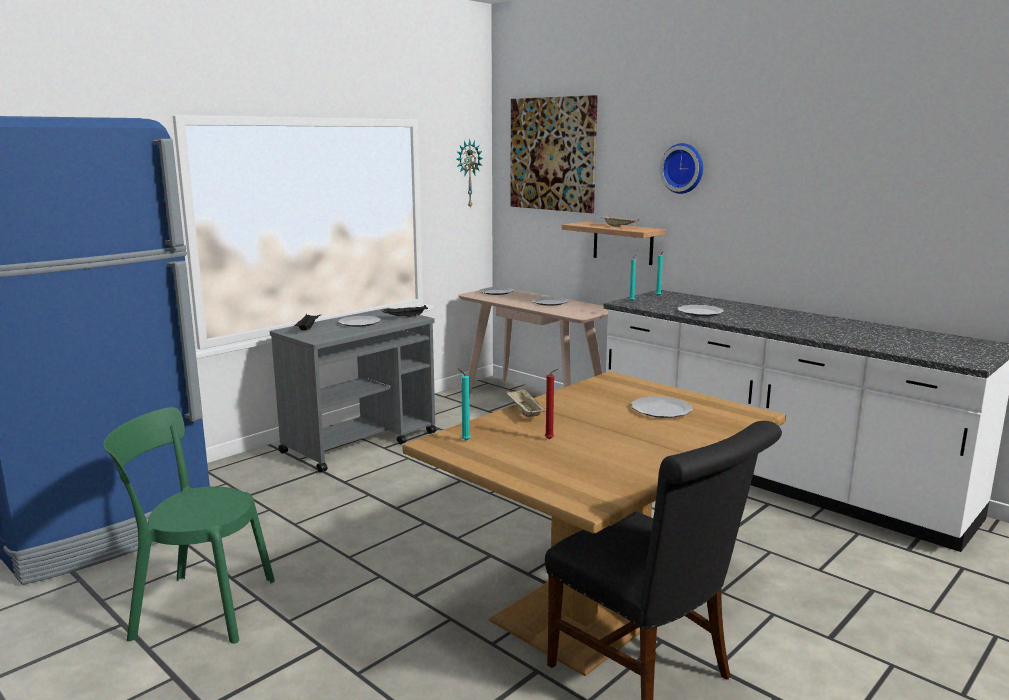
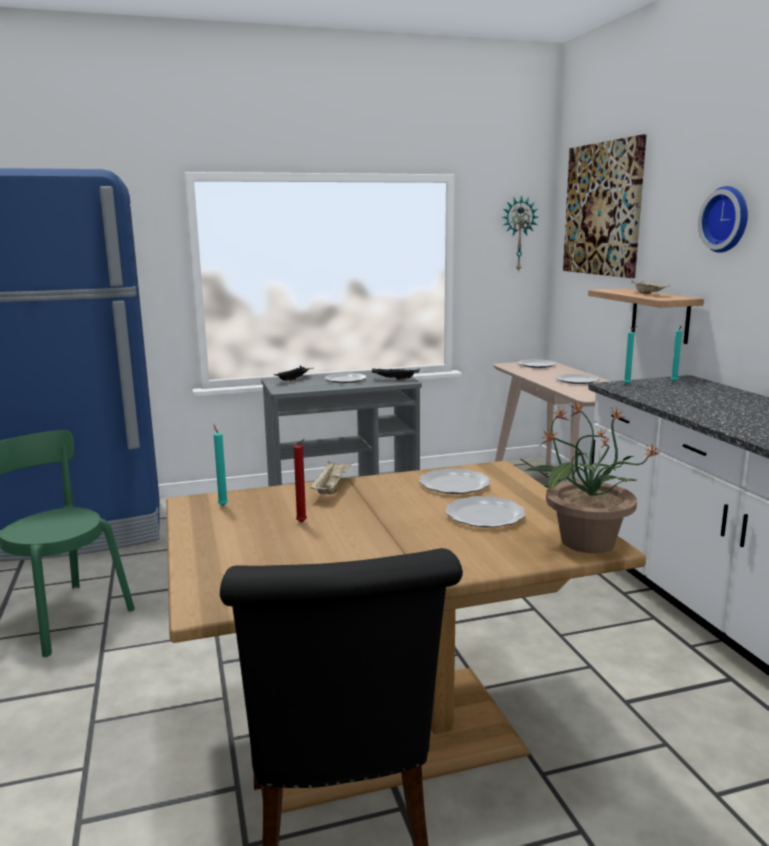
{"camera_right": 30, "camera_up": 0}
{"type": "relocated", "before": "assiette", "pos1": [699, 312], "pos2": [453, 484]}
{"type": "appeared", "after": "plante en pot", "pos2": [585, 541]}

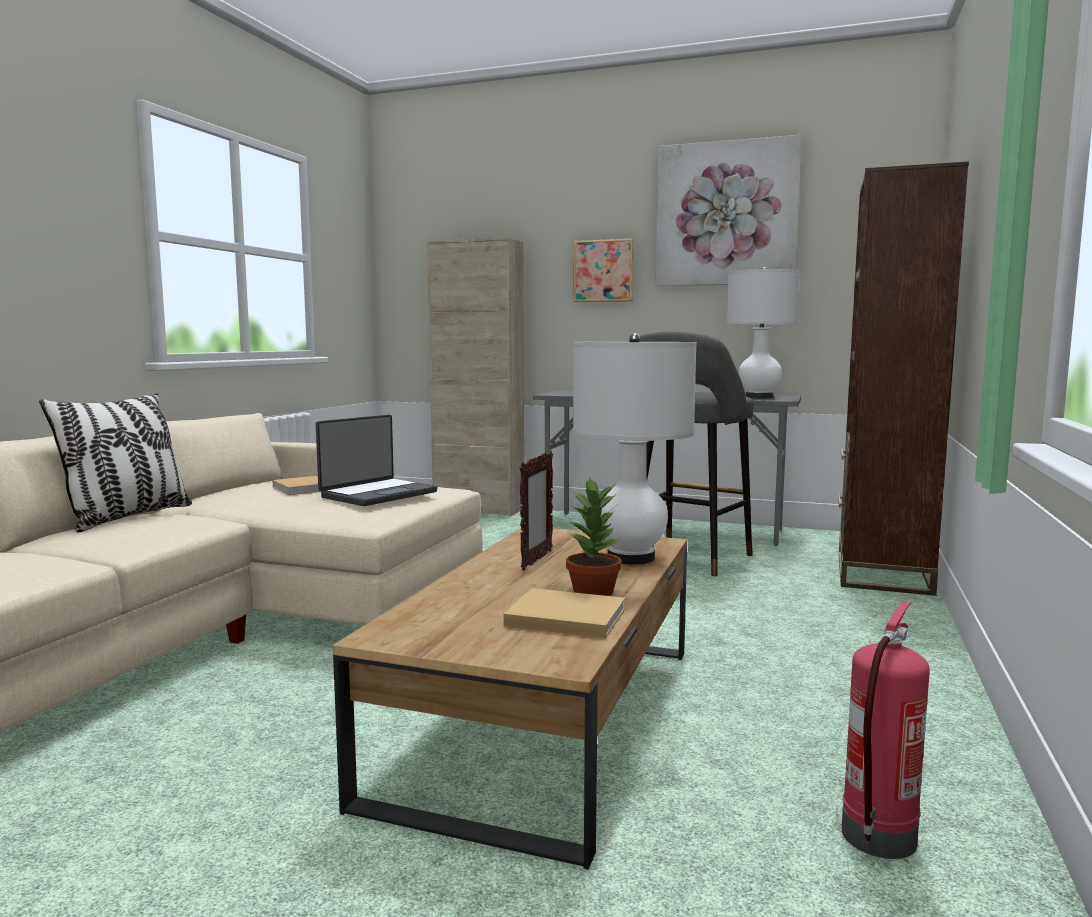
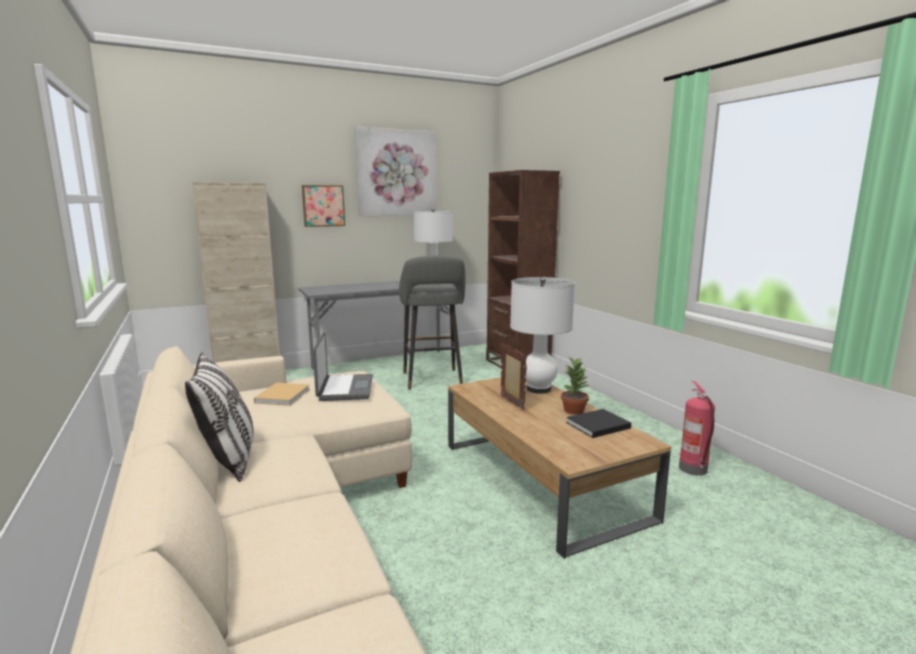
{"camera_right": -45, "camera_up": 5}
{"type": "colour", "before": "livre [beige]", "after": "livre [noir]", "pos1": [562, 617], "pos2": [596, 425]}

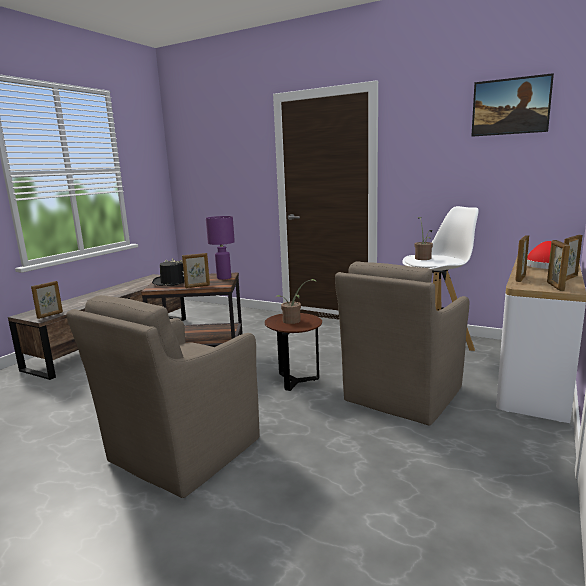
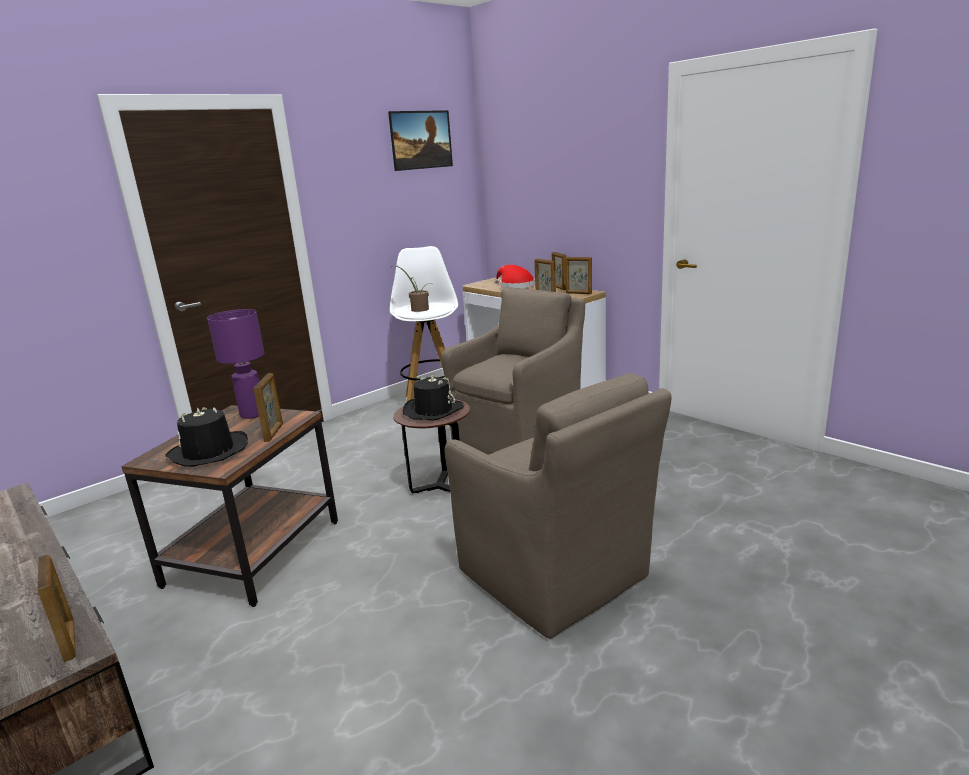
{"camera_right": -70, "camera_up": 5}
{"type": "spun", "before": "fauteuil [marron]", "pos1": [401, 396], "pos2": [519, 438], "turn": -105}
{"type": "exchanged", "before": "plante en pot", "after": "chapeau [noir]", "pos1": [294, 321], "pos2": [433, 410]}

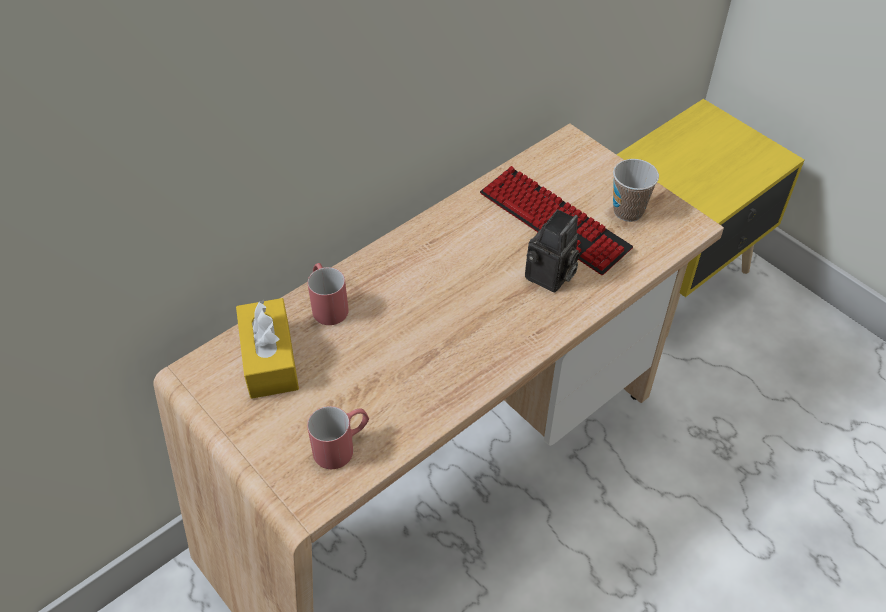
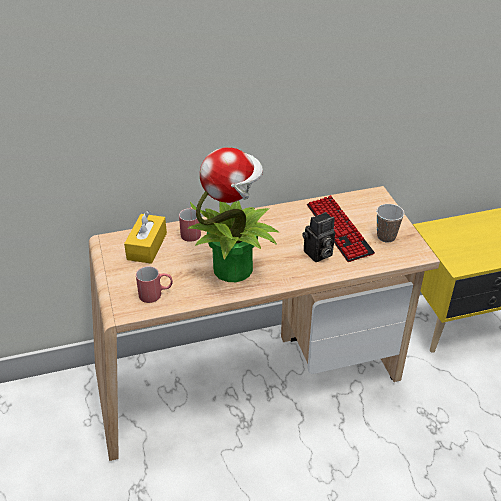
{"camera_right": 25, "camera_up": -10}
{"type": "appeared", "after": "plante en pot", "pos2": [234, 268]}

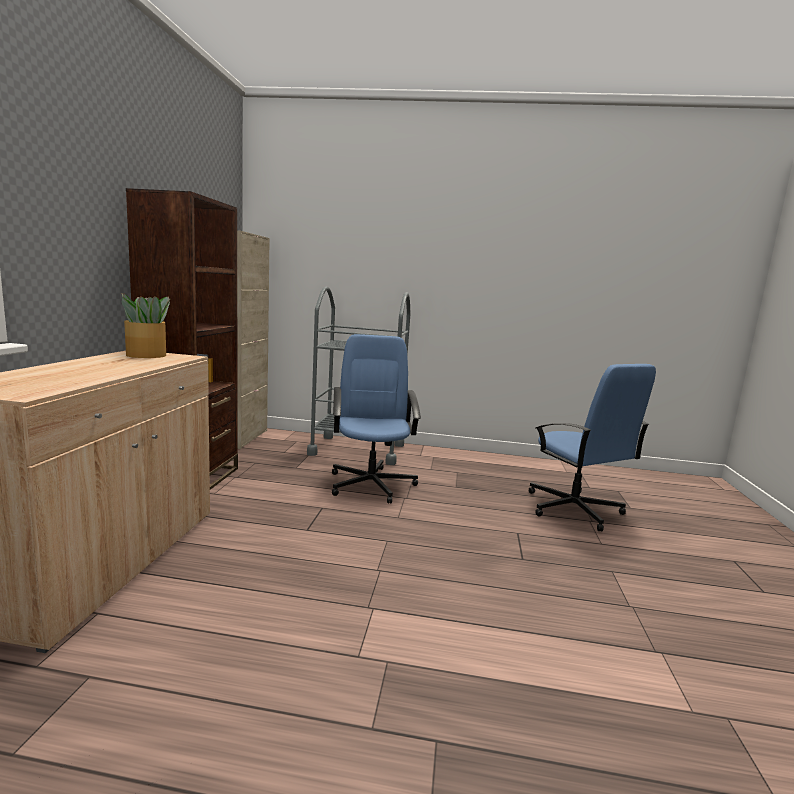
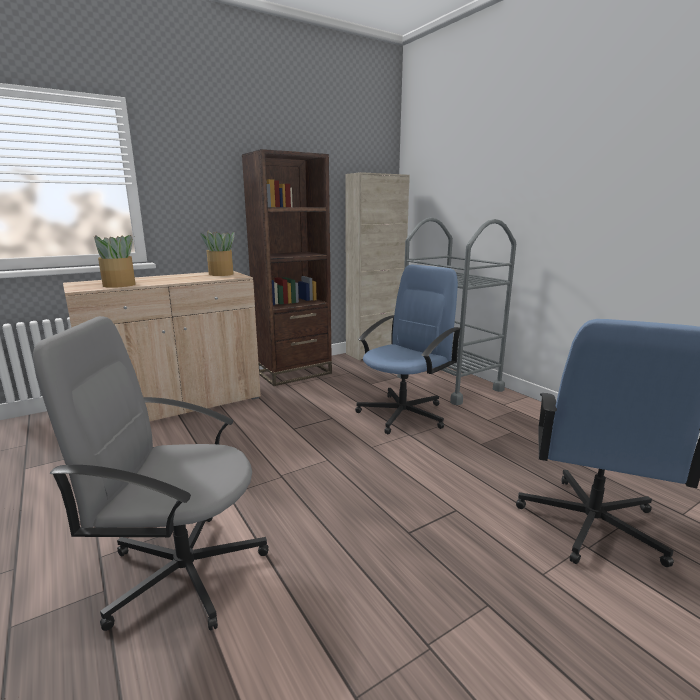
{"camera_right": 50, "camera_up": 5}
{"type": "appeared", "after": "plante en pot", "pos2": [120, 285]}
{"type": "appeared", "after": "chaise de bureau [gris]", "pos2": [182, 570]}

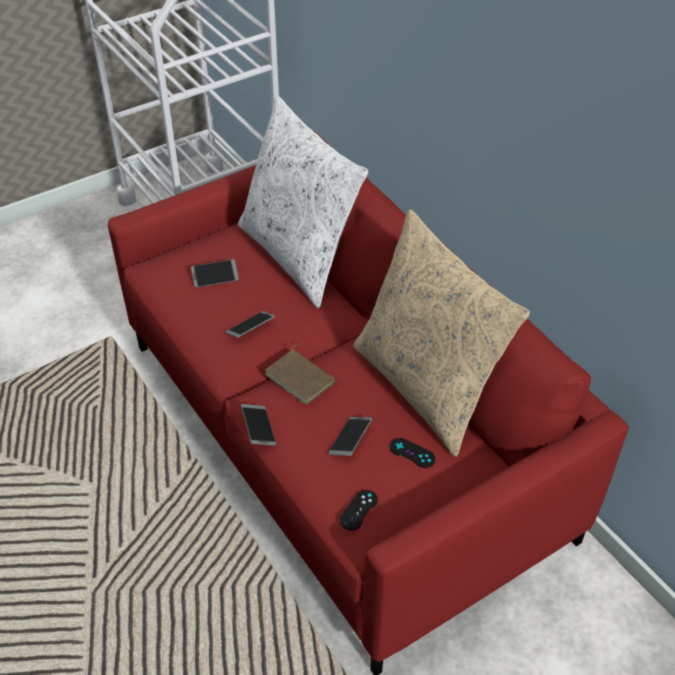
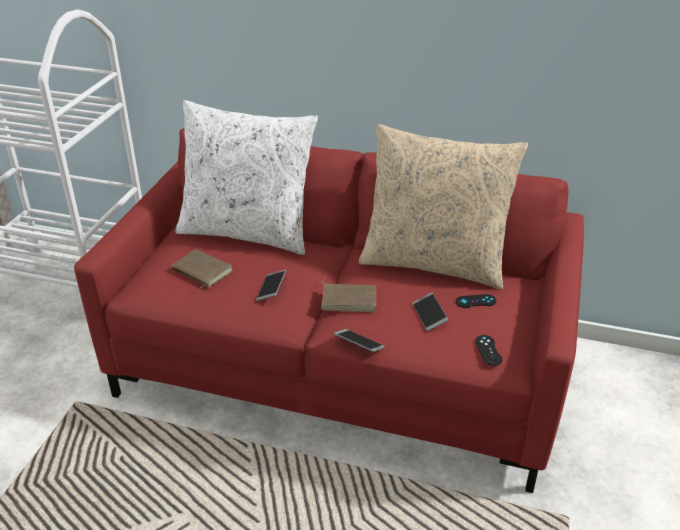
{"camera_right": -40, "camera_up": -10}
{"type": "exchanged", "before": "téléphone", "after": "livre [marron]", "pos1": [215, 277], "pos2": [200, 272]}

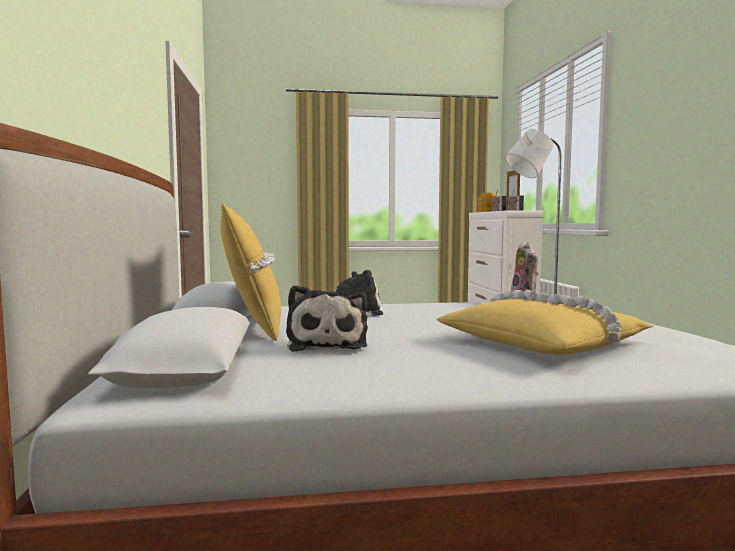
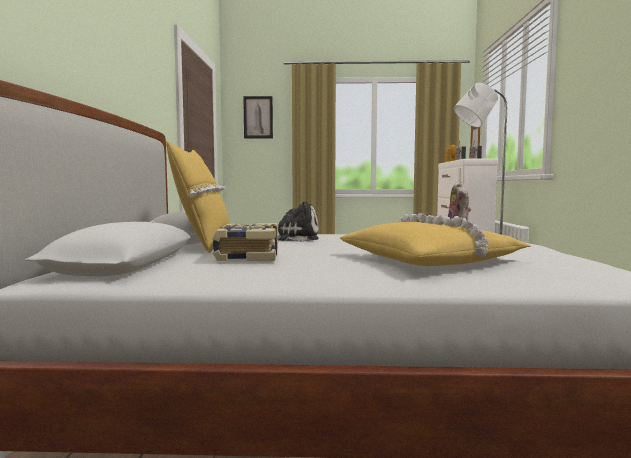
{"camera_right": 10, "camera_up": 0}
{"type": "exchanged", "before": "peluche", "after": "livre", "pos1": [327, 344], "pos2": [246, 256]}
{"type": "appeared", "after": "tableau", "pos2": [258, 117]}

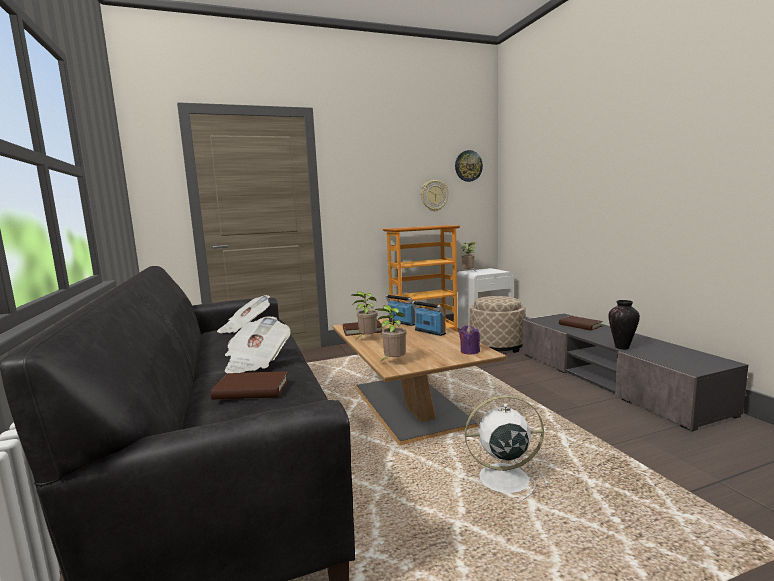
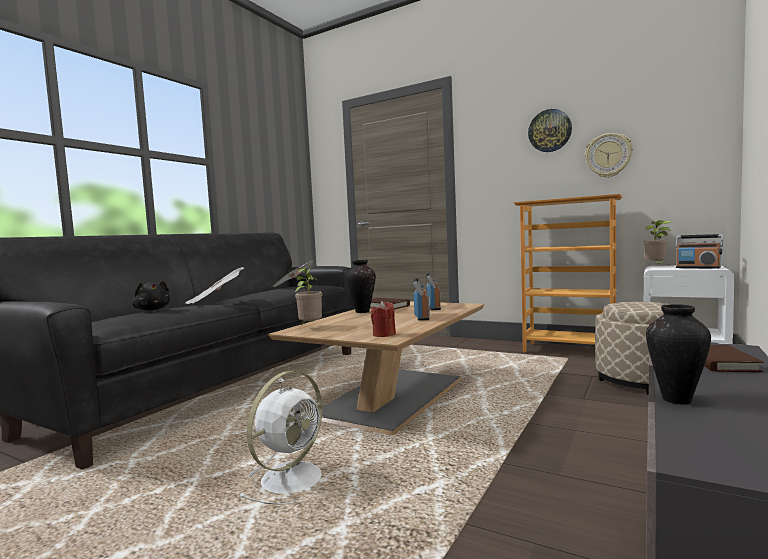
{"camera_right": 50, "camera_up": -5}
{"type": "relocated", "before": "horloge murale", "pos1": [468, 166], "pos2": [549, 131]}
{"type": "exchanged", "before": "plante en pot", "after": "vase", "pos1": [366, 339], "pos2": [362, 312]}
{"type": "colour", "before": "bougie [violet]", "after": "bougie [rouge]", "pos1": [469, 351], "pos2": [384, 334]}
{"type": "exchanged", "before": "livre [marron]", "after": "peluche [noir]", "pos1": [252, 390], "pos2": [152, 310]}
{"type": "spun", "before": "ventilateur [blanc]", "pos1": [501, 479], "pos2": [294, 477], "turn": 75}
{"type": "appeared", "after": "radio", "pos2": [697, 268]}

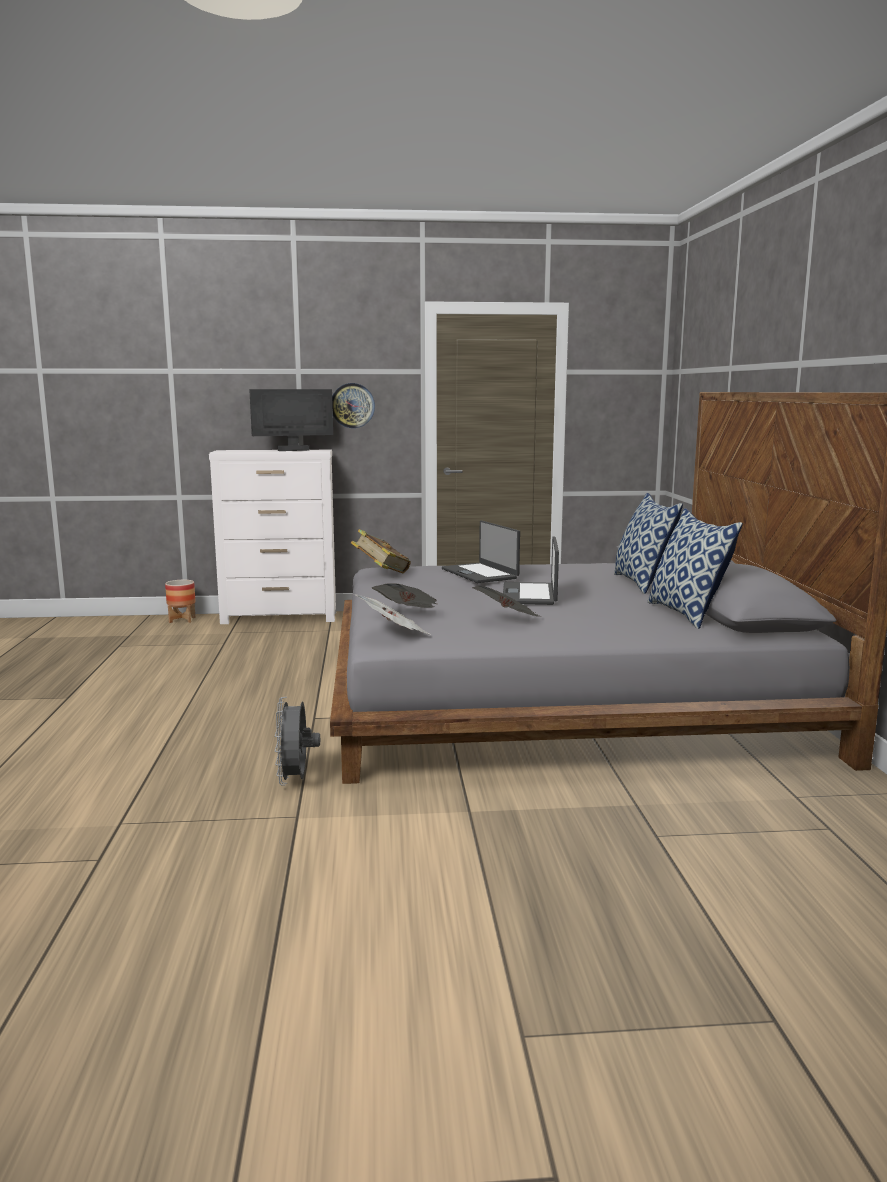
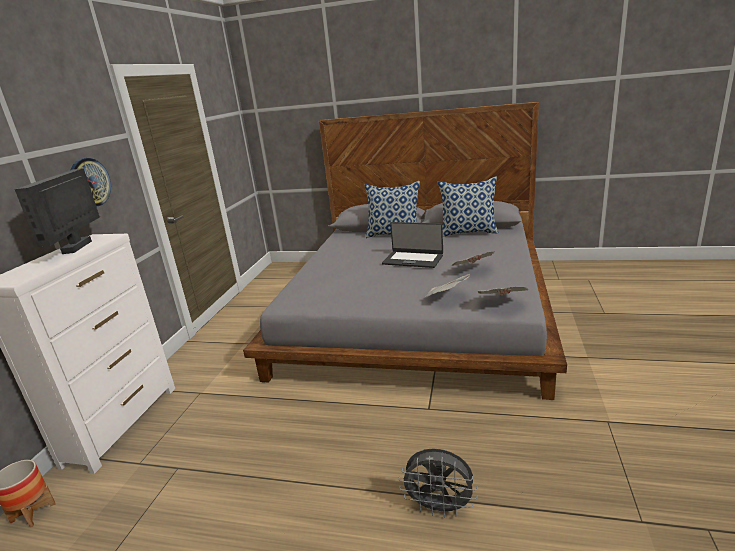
{"camera_right": -70, "camera_up": 10}
{"type": "missing", "before": "ordinateur portable", "pos1": [480, 573]}
{"type": "missing", "before": "livre", "pos1": [381, 573]}
{"type": "relocated", "before": "ventilateur [gris]", "pos1": [296, 780], "pos2": [440, 507]}

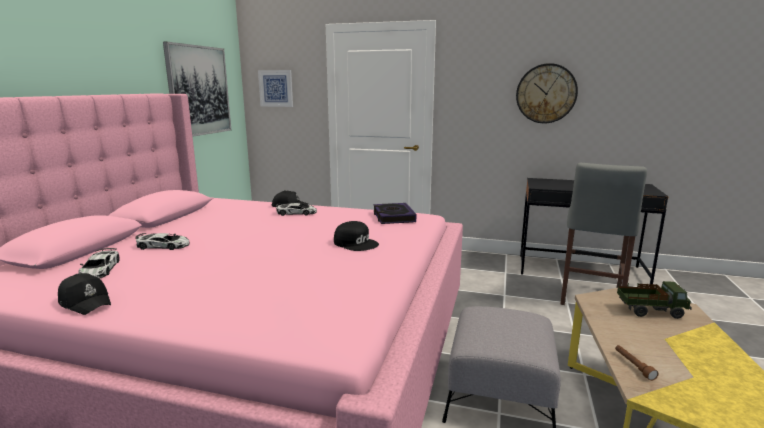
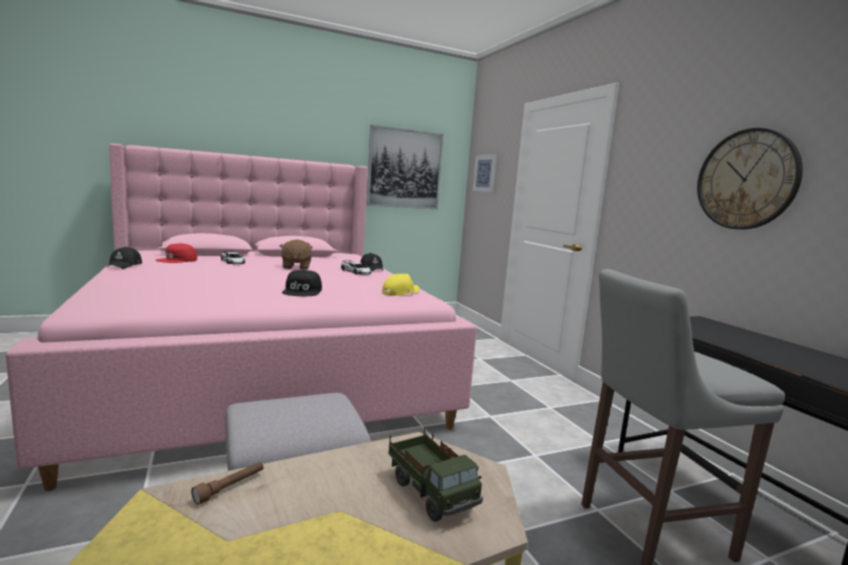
{"camera_right": 50, "camera_up": -5}
{"type": "exchanged", "before": "livre", "after": "casquette [jaune]", "pos1": [393, 217], "pos2": [400, 292]}
{"type": "exchanged", "before": "petite voiture", "after": "casquette [rouge]", "pos1": [100, 270], "pos2": [177, 260]}
{"type": "appeared", "after": "peluche [marron]", "pos2": [296, 267]}

